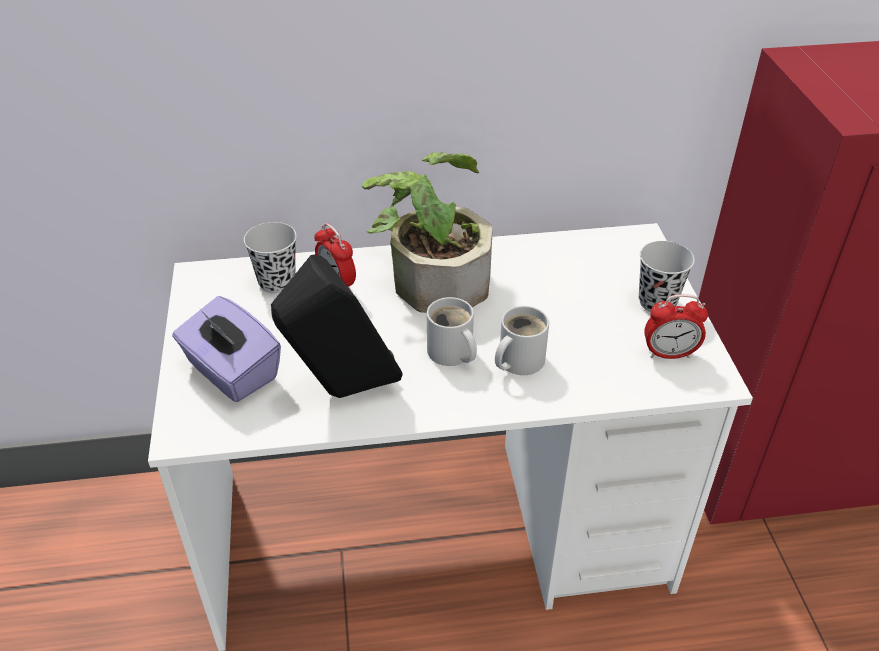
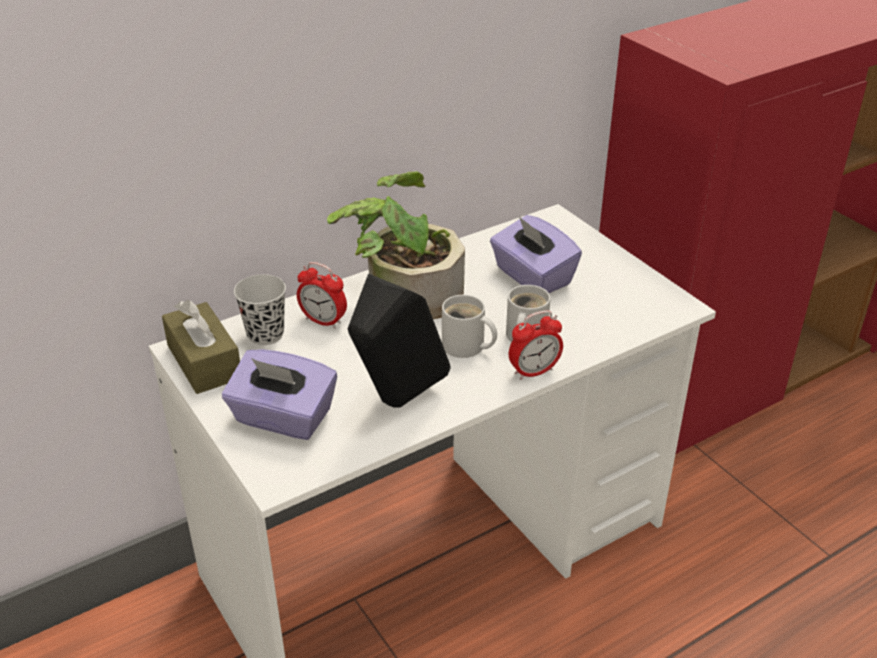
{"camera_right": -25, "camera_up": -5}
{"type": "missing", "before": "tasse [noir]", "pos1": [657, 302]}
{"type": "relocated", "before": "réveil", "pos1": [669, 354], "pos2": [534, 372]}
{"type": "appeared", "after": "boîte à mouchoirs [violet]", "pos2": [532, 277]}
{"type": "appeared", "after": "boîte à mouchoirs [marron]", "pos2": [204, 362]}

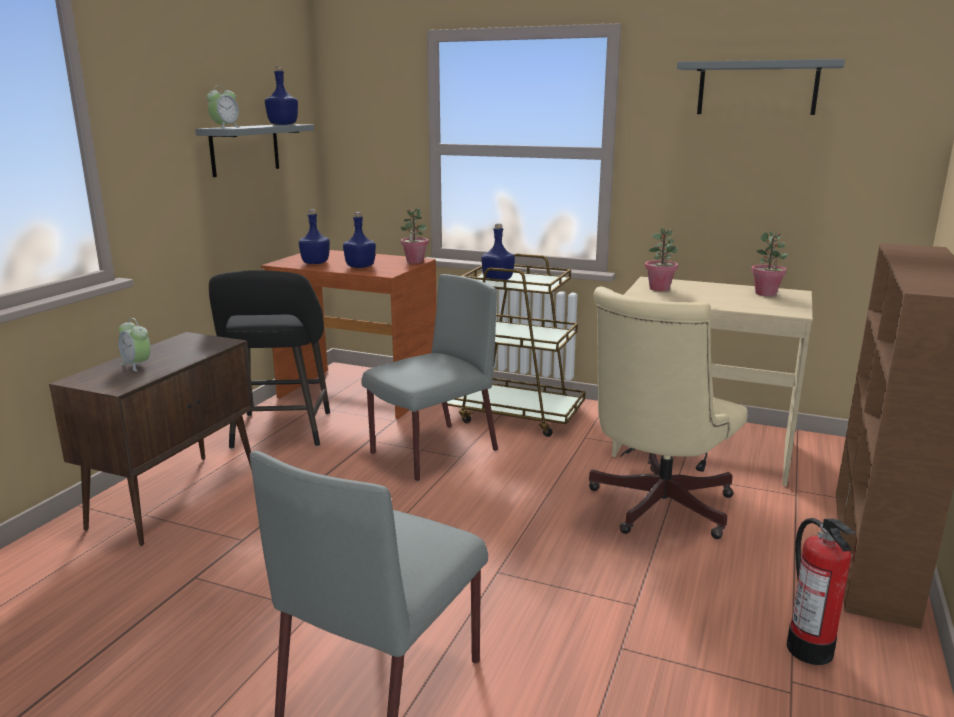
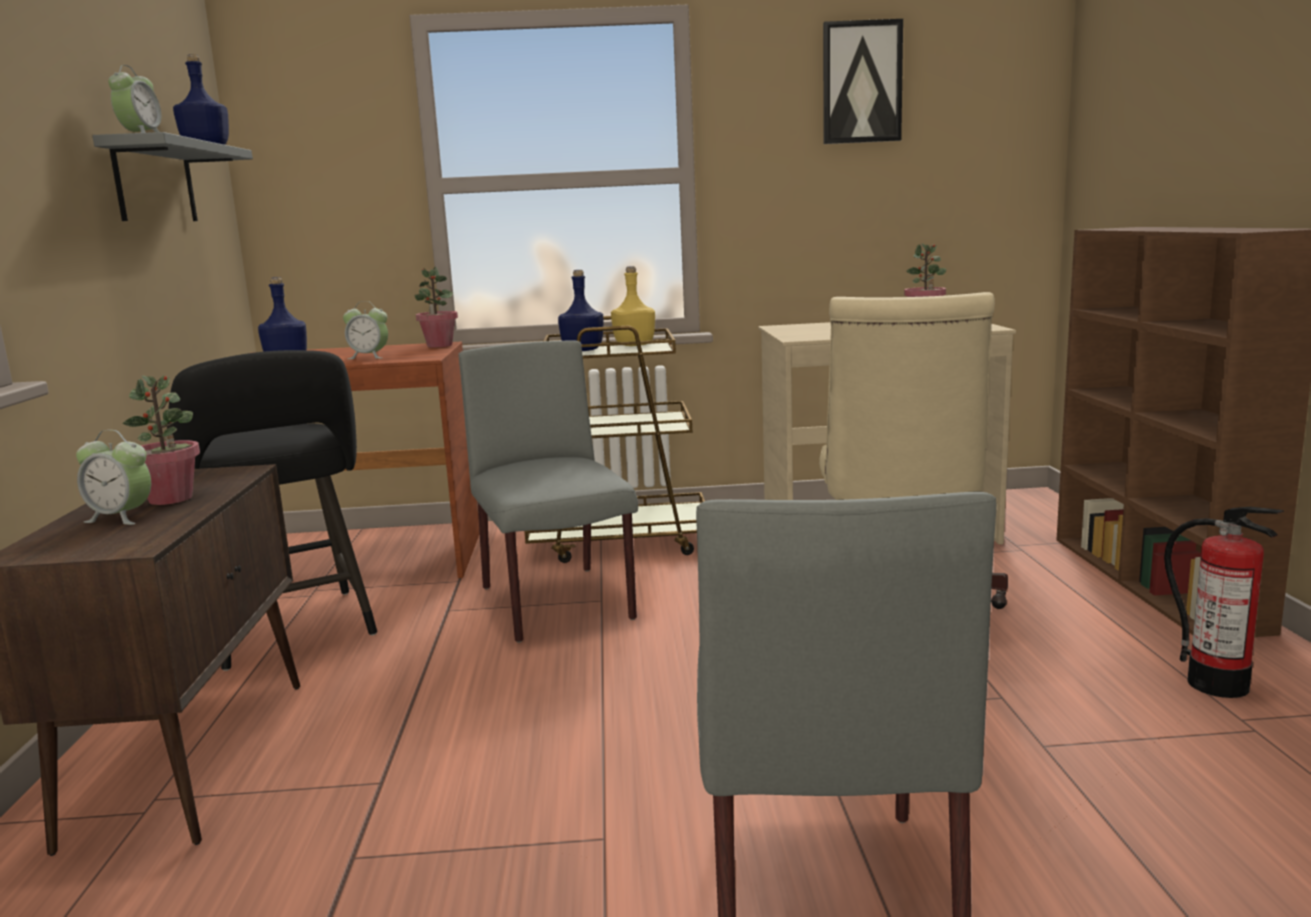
{"camera_right": -25, "camera_up": -5}
{"type": "exchanged", "before": "étagère [gris]", "after": "tableau", "pos1": [757, 88], "pos2": [861, 82]}
{"type": "exchanged", "before": "bouteille [bleu]", "after": "réveil", "pos1": [360, 267], "pos2": [369, 357]}
{"type": "relocated", "before": "plante en pot", "pos1": [659, 289], "pos2": [171, 499]}
{"type": "spun", "before": "chaise [gris]", "pos1": [432, 452], "pos2": [557, 604], "turn": -45}
{"type": "appeared", "after": "bouteille [jaune]", "pos2": [634, 345]}

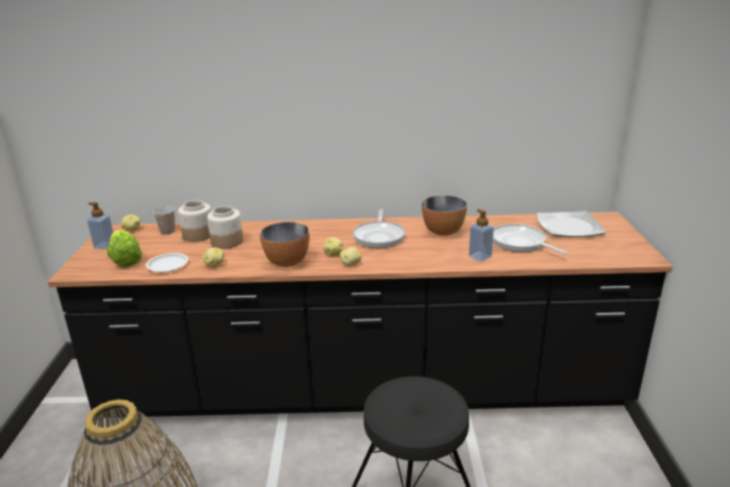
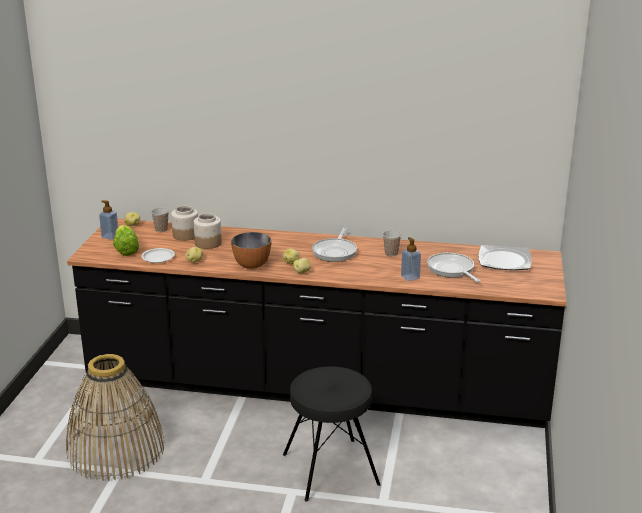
{"camera_right": 10, "camera_up": 0}
{"type": "exchanged", "before": "bol", "after": "tasse", "pos1": [443, 232], "pos2": [391, 253]}

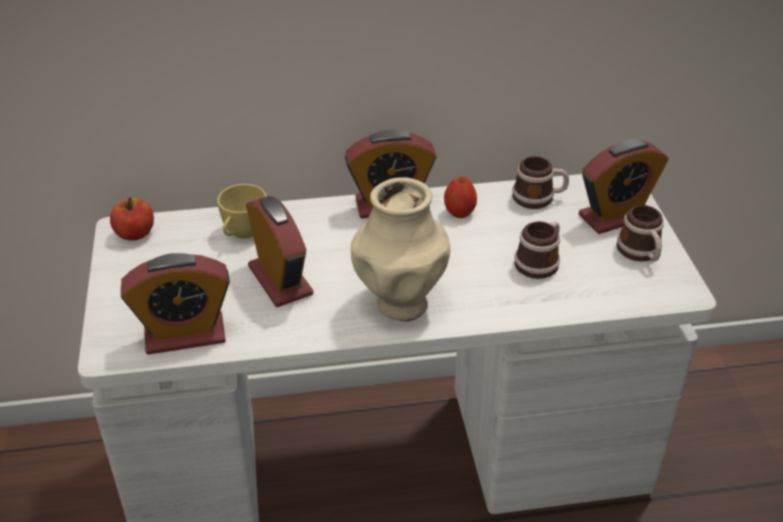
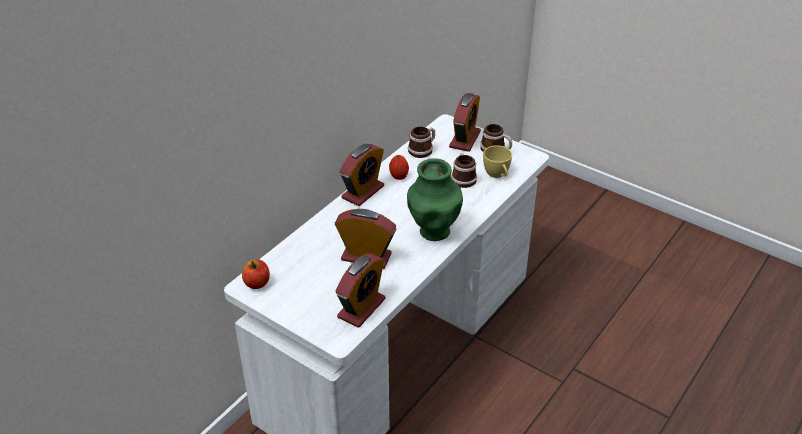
{"camera_right": -45, "camera_up": 0}
{"type": "colour", "before": "vase [beige]", "after": "vase [vert]", "pos1": [401, 303], "pos2": [433, 231]}
{"type": "relocated", "before": "tasse [jaune]", "pos1": [242, 234], "pos2": [497, 175]}

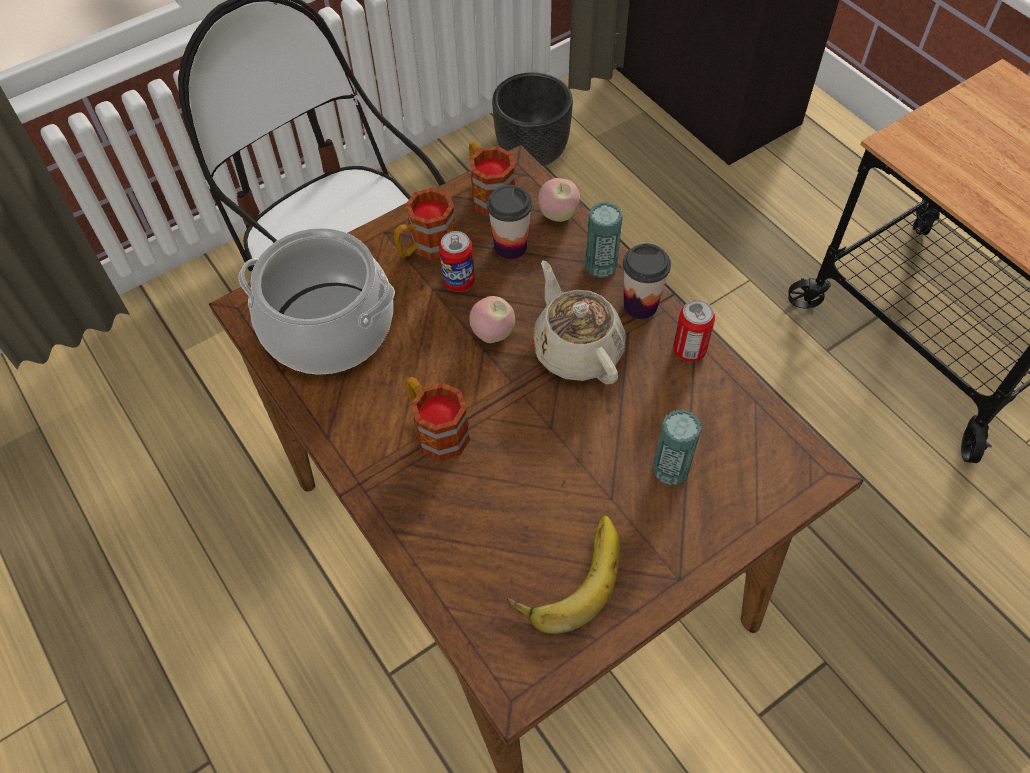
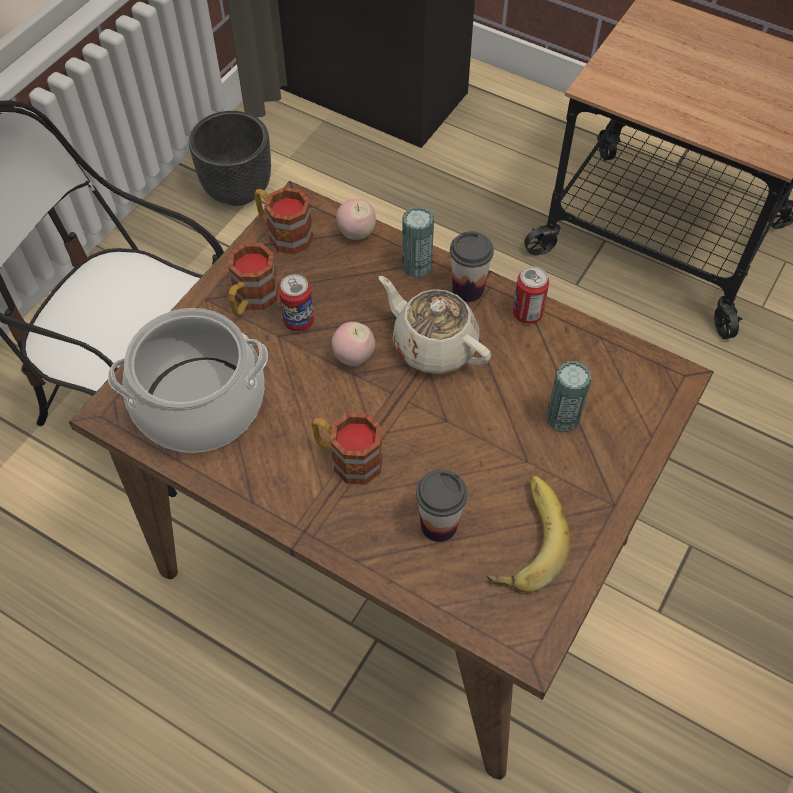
{"camera_right": -25, "camera_up": 0}
{"type": "relocated", "before": "tasse", "pos1": [510, 247], "pos2": [439, 525]}

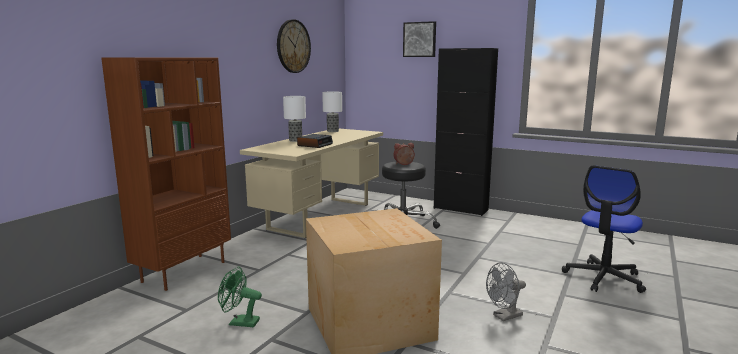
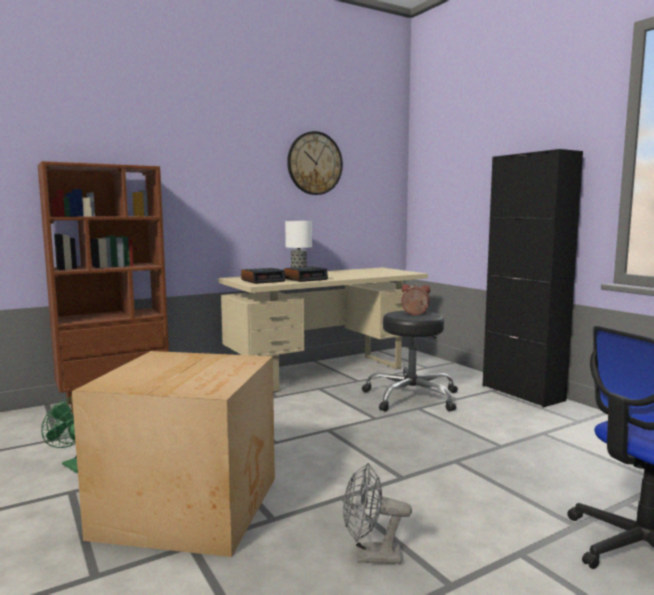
{"camera_right": 30, "camera_up": -5}
{"type": "missing", "before": "tableau", "pos1": [420, 39]}
{"type": "missing", "before": "lampe de table", "pos1": [332, 131]}
{"type": "appeared", "after": "réveil", "pos2": [263, 280]}

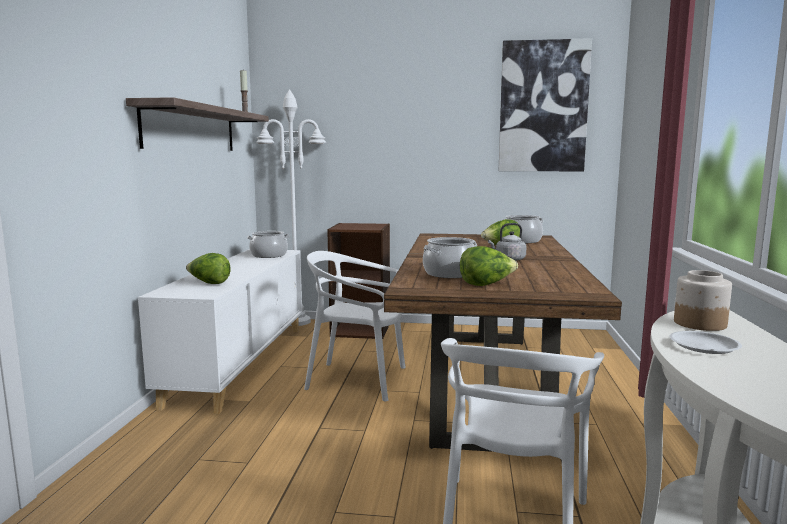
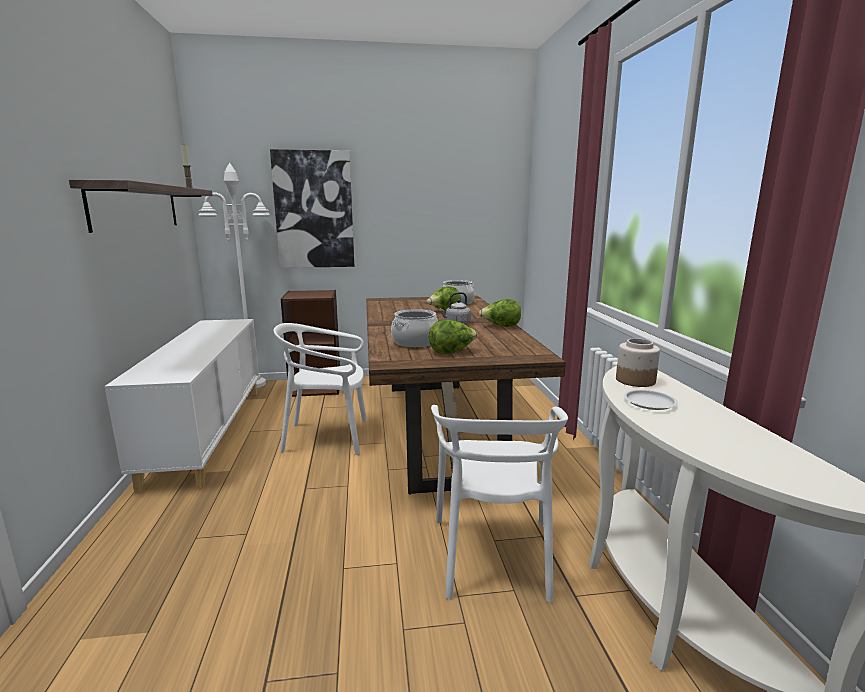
{"camera_right": -15, "camera_up": 5}
{"type": "relocated", "before": "tableau", "pos1": [543, 107], "pos2": [314, 210]}
{"type": "missing", "before": "marmite", "pos1": [269, 255]}
{"type": "relocated", "before": "laitue", "pos1": [209, 283], "pos2": [501, 326]}

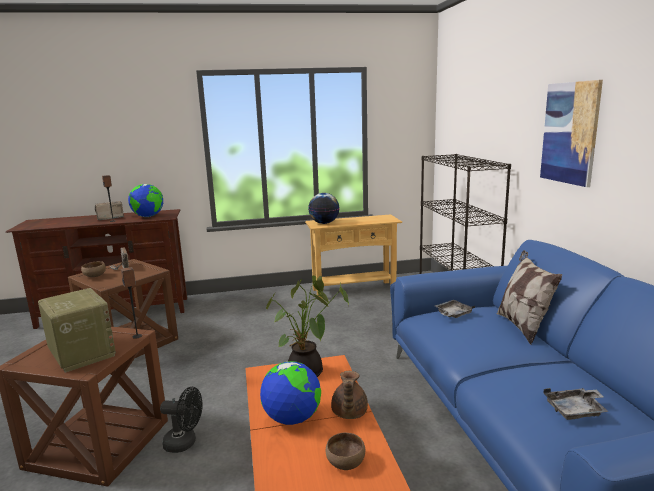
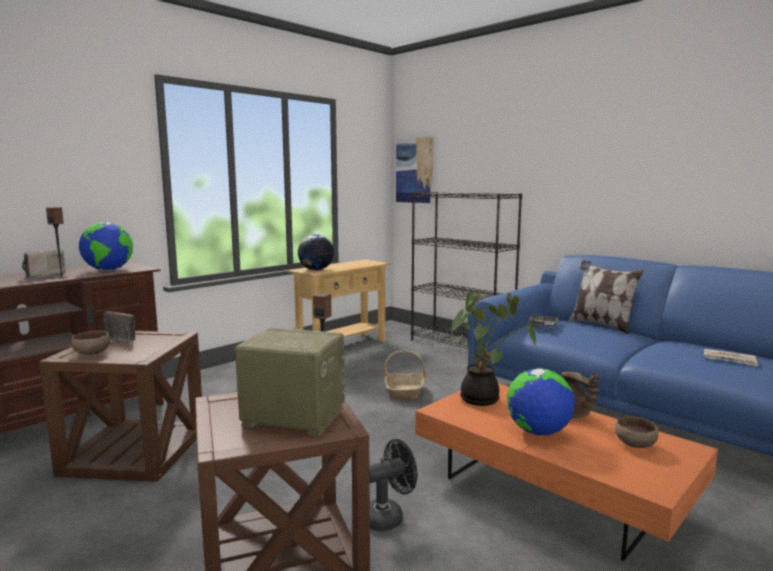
{"camera_right": -35, "camera_up": -5}
{"type": "relocated", "before": "tableau", "pos1": [570, 133], "pos2": [414, 170]}
{"type": "exchanged", "before": "plateau [gris]", "after": "journal", "pos1": [575, 410], "pos2": [730, 359]}
{"type": "appeared", "after": "panier", "pos2": [405, 392]}

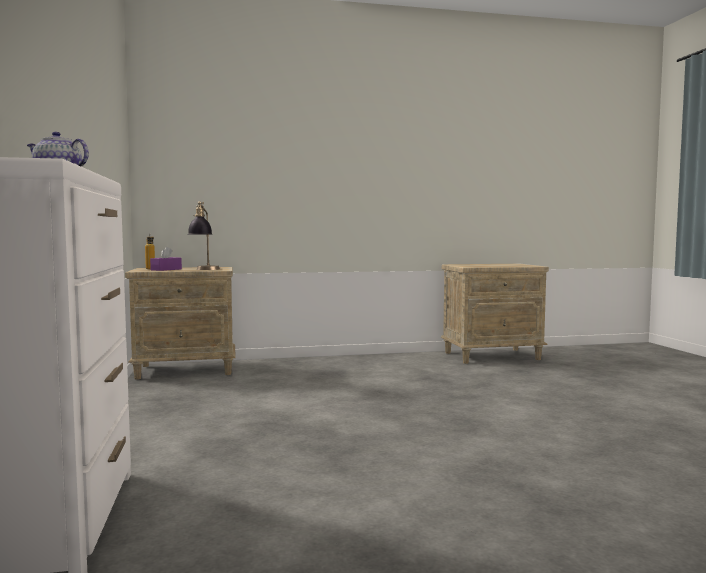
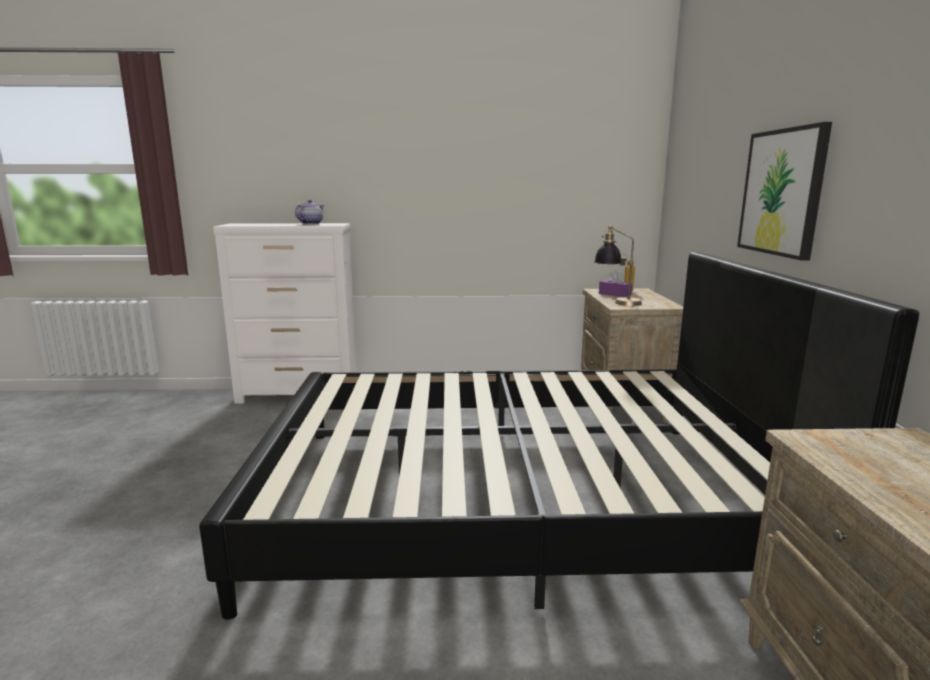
{"camera_right": 100, "camera_up": 10}
{"type": "appeared", "after": "tableau", "pos2": [782, 192]}
{"type": "appeared", "after": "lit [noir]", "pos2": [515, 500]}

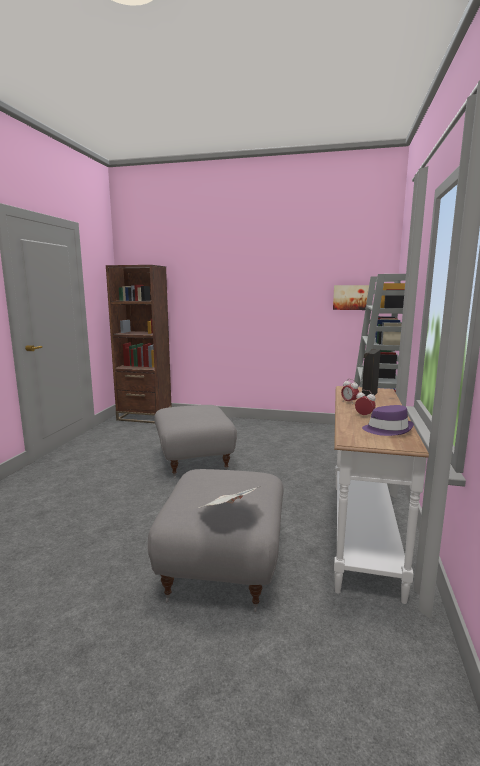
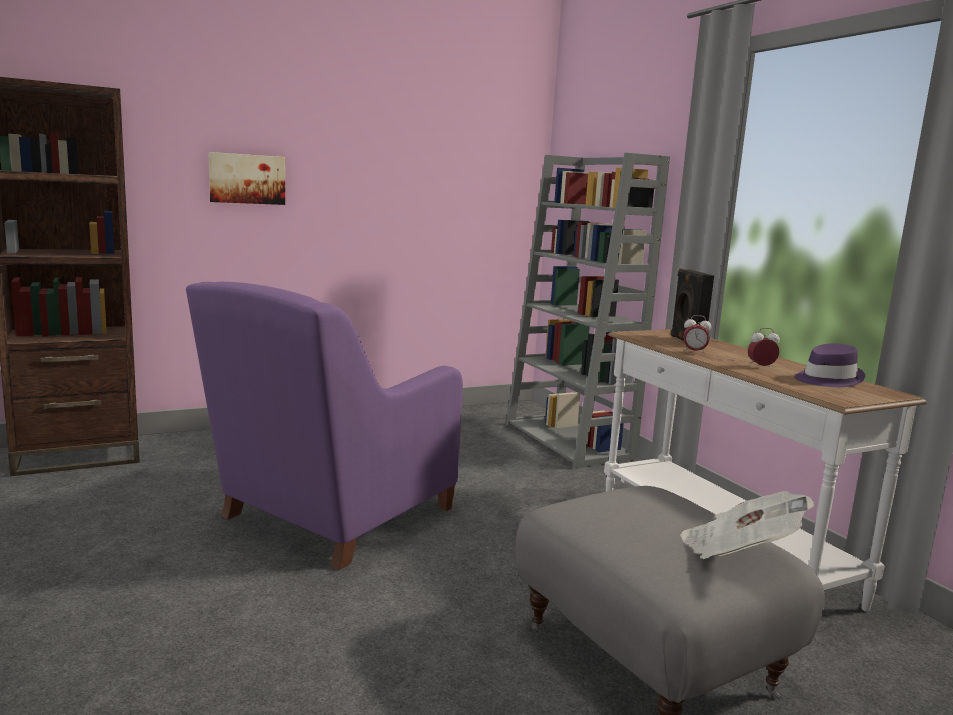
{"camera_right": -40, "camera_up": 0}
{"type": "relocated", "before": "tableau", "pos1": [352, 297], "pos2": [247, 179]}
{"type": "exchanged", "before": "pouf [gris]", "after": "fauteuil [violet]", "pos1": [193, 460], "pos2": [332, 515]}

